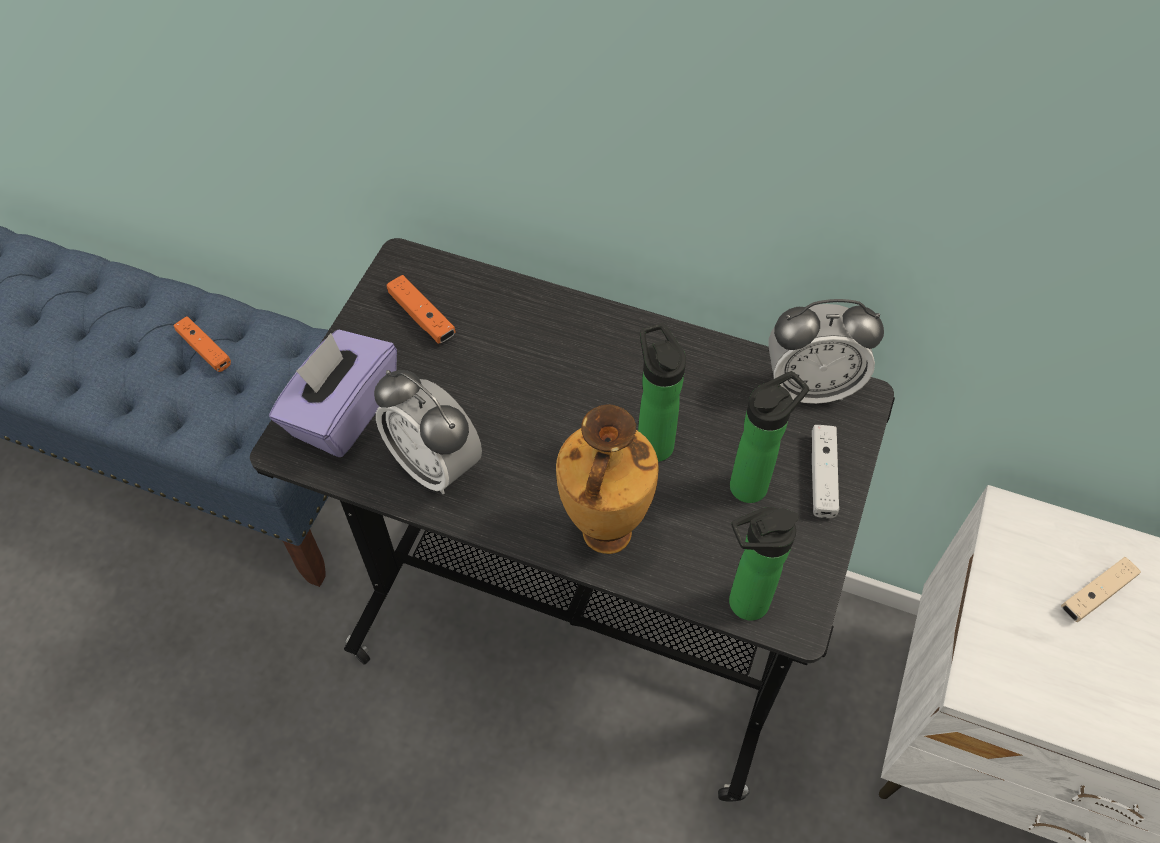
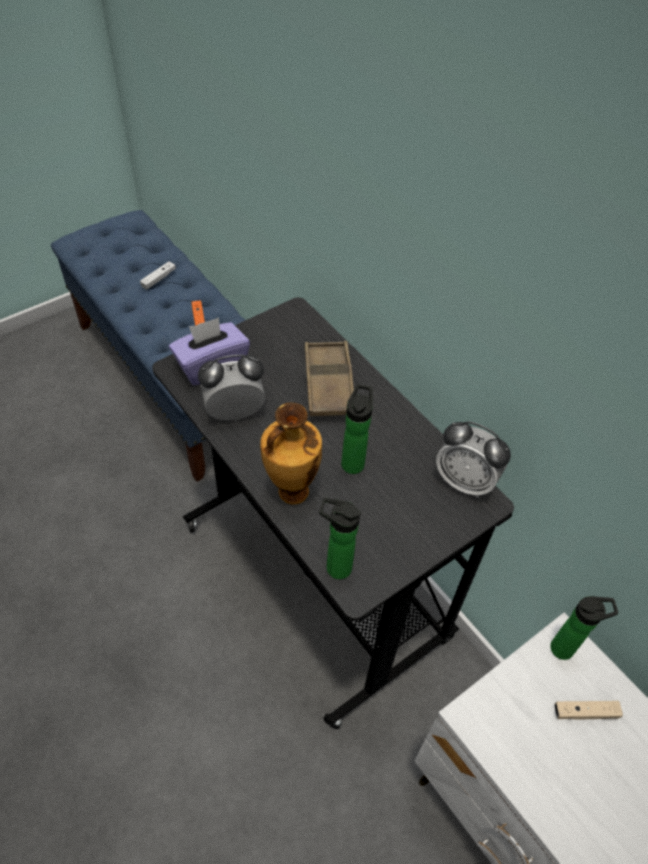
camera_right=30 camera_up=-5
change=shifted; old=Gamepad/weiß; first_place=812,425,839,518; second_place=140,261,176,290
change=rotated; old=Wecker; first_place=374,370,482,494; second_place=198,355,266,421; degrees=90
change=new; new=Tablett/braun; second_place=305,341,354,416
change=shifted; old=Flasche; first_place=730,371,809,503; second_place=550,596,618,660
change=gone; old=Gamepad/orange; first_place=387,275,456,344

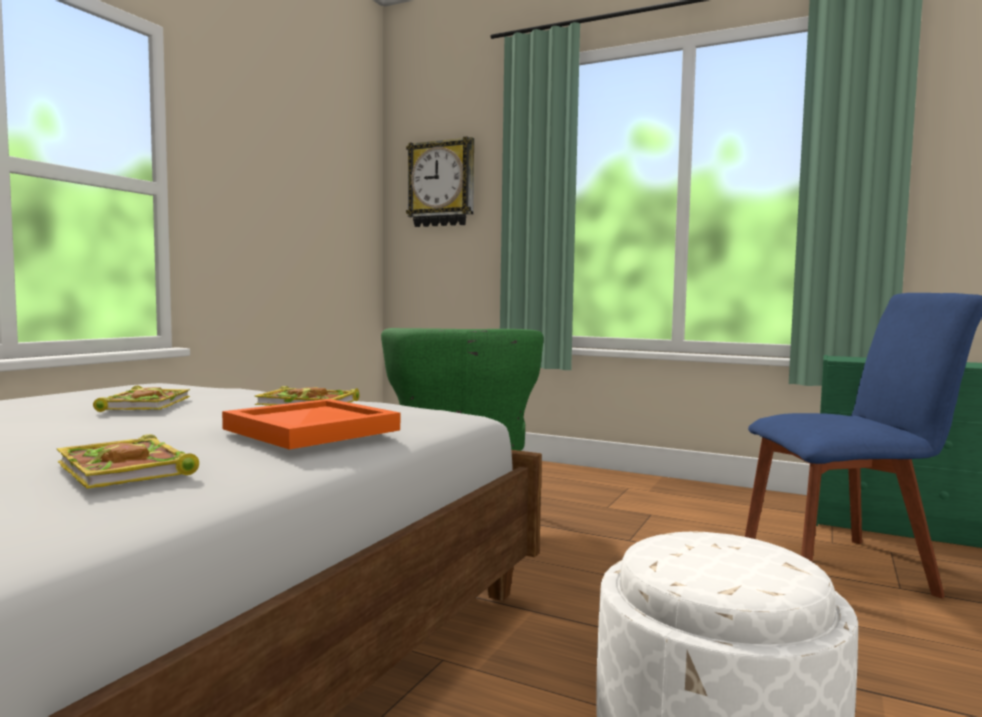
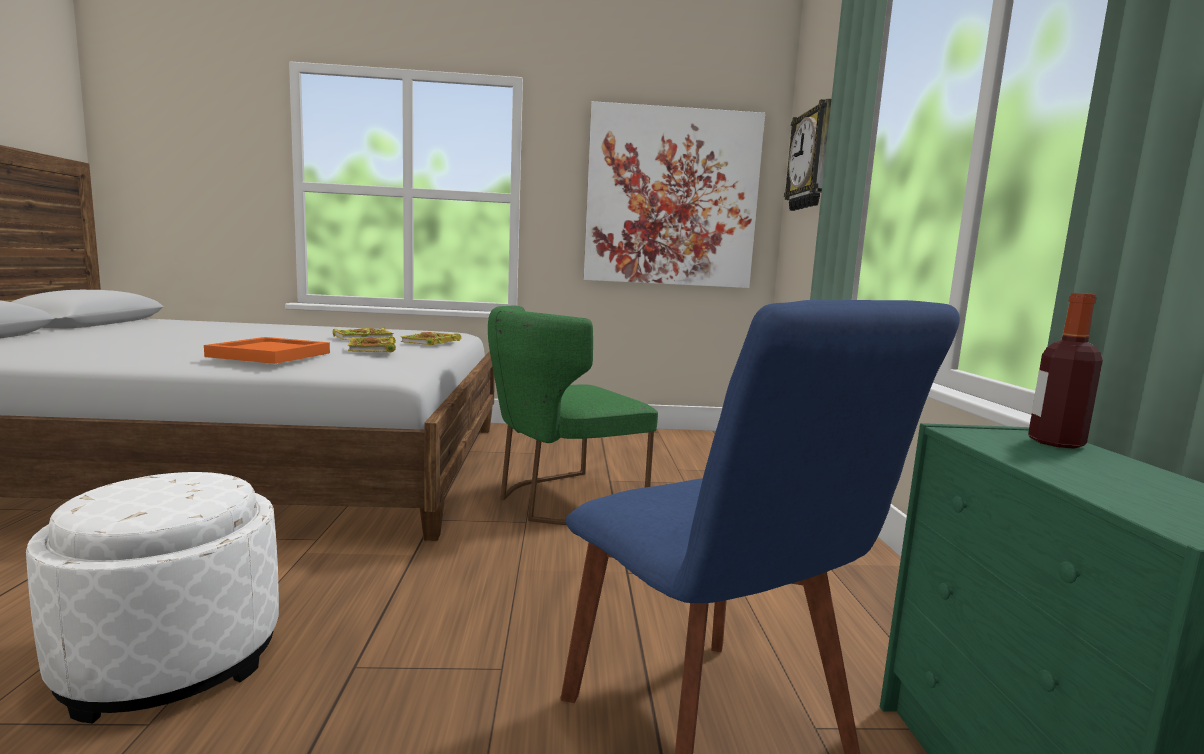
camera_right=60 camera_up=5
change=shifted; old=Buch; first_place=57,434,199,489; second_place=400,332,461,346
change=new; new=Bild; second_place=584,101,765,288
change=new; new=Flasche; second_place=1028,293,1103,449

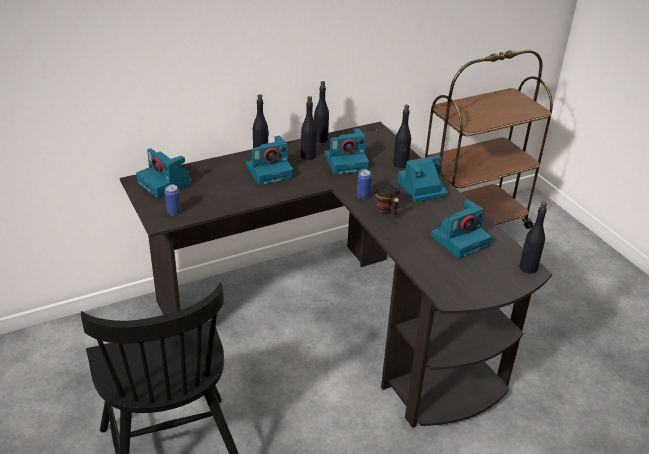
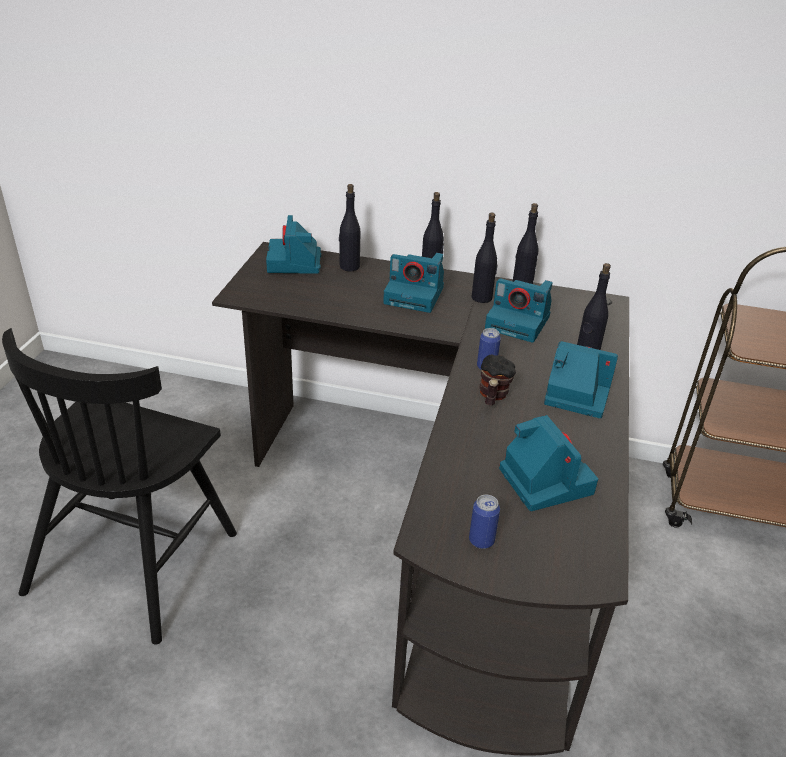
camera_right=40 camera_up=0
change=shifted; old=Flasche/schwarz; first_place=519,202,547,274; second_place=339,184,360,271
change=shifted; old=Dose; first_place=164,185,181,216; second_place=469,495,500,549
change=rotated; old=Kamera; first_place=431,200,491,259; second_place=499,415,598,511; degrees=-120

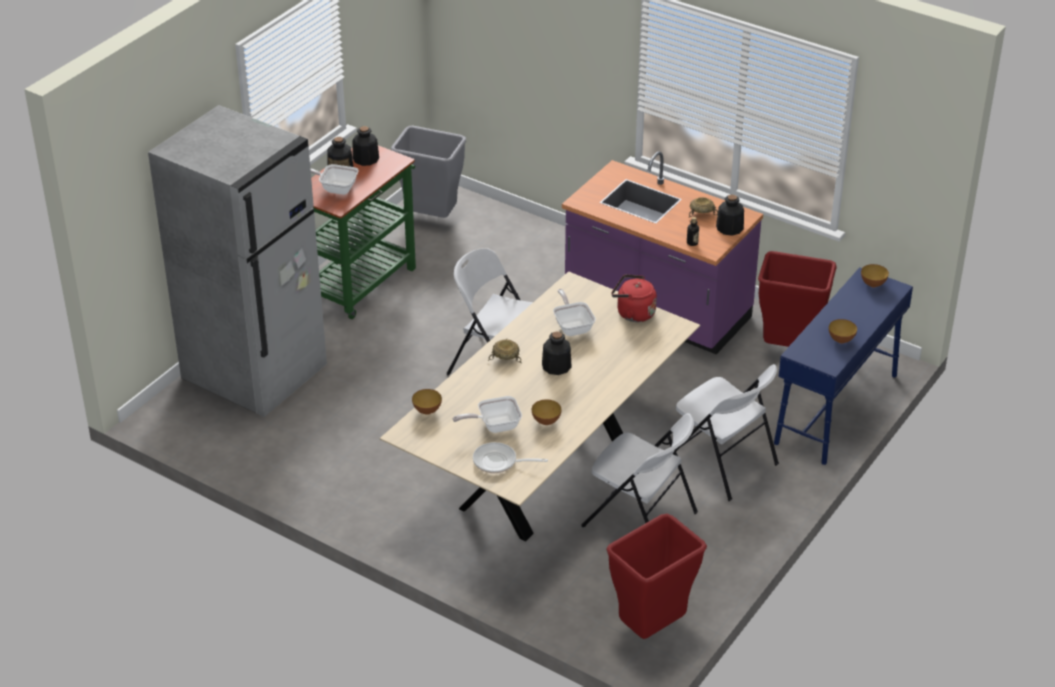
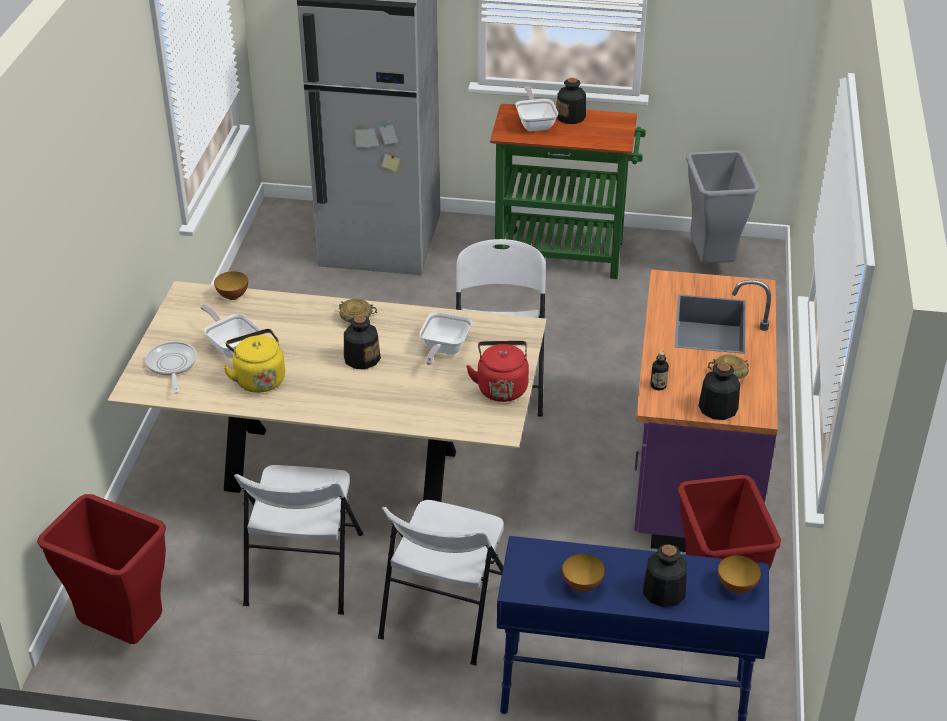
camera_right=65 camera_up=0
change=swapped; old=Schüssel; new=Wasserkessel/gelb; first_place=532,400,561,425; second_place=223,329,285,393
change=rotated; old=Pfanne; first_place=553,289,596,336; second_place=419,312,472,365; degrees=150
change=shifted; old=Flasche; first_place=353,126,379,166; second_place=643,544,687,607

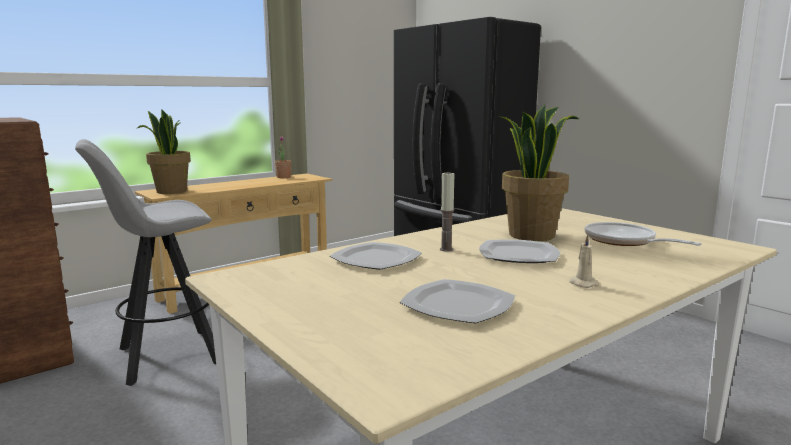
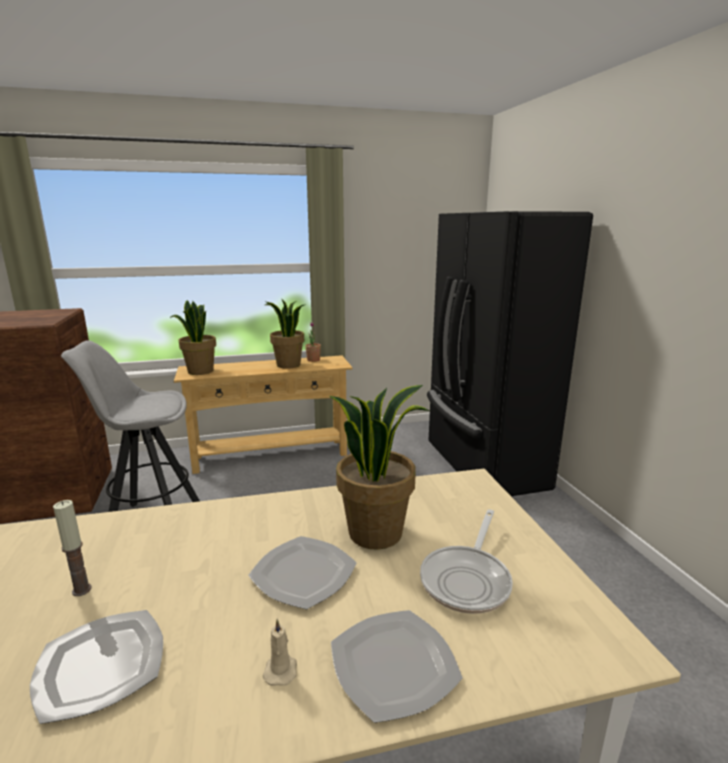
camera_right=25 camera_up=5
change=shifted; old=Kerze; first_place=440,172,454,252; second_place=53,500,92,596
change=new; new=Topfpflanze; second_place=265,298,306,369
change=shifted; old=Teller; first_place=330,242,422,270; second_place=331,610,463,723
change=rotated; old=Pfanne; first_place=585,222,701,246; second_place=420,509,513,614; degrees=-150

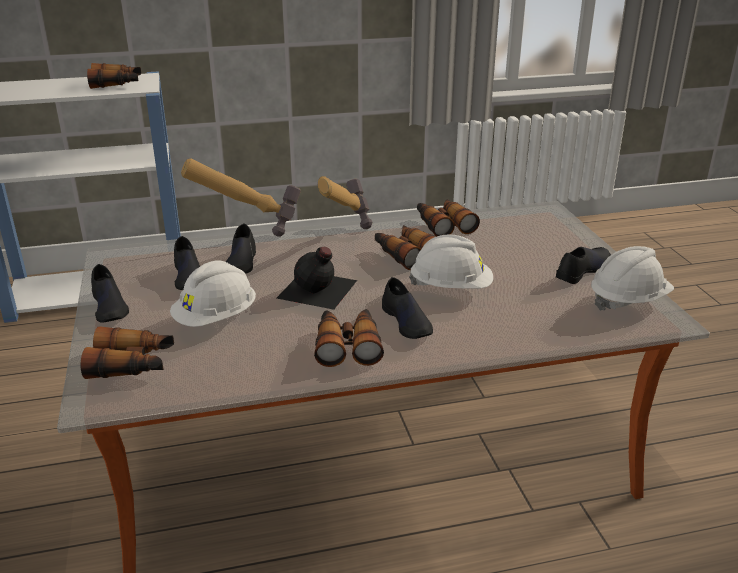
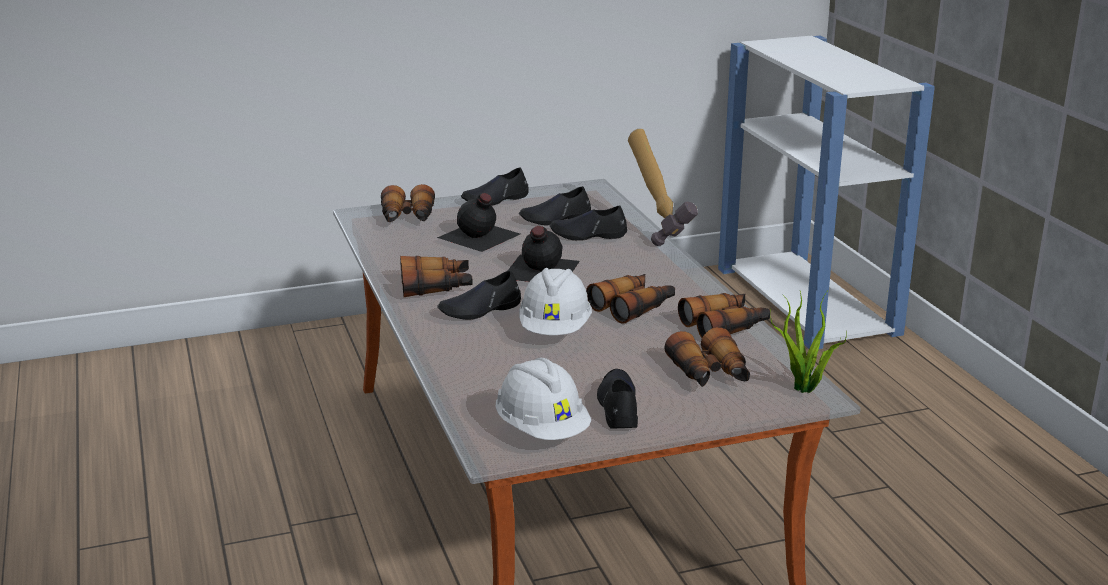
camera_right=85 camera_up=-5
change=swapped; old=Schutzhelm/weiß; new=Flasche/schwarz; first_place=170,261,256,327; second_place=437,193,520,252
change=rotated; old=Schuh/schwarz; first_place=556,247,611,284; second_place=597,369,638,429; degrees=-135
change=shifted; old=Fernglas; first_place=87,63,141,89; second_place=664,327,750,387
change=new; new=Topfpflanze; second_place=770,291,847,393
change=gone; old=Hammer; first_place=318,176,373,229

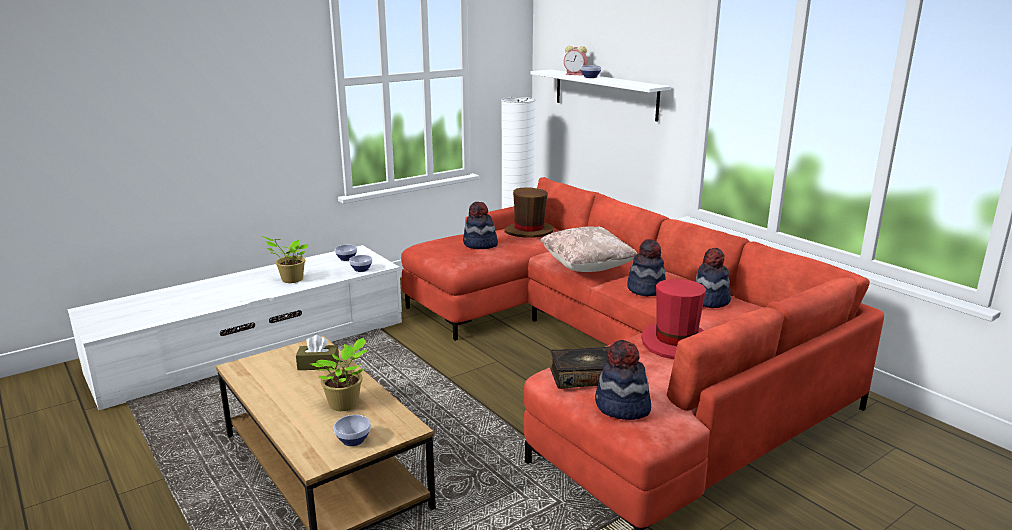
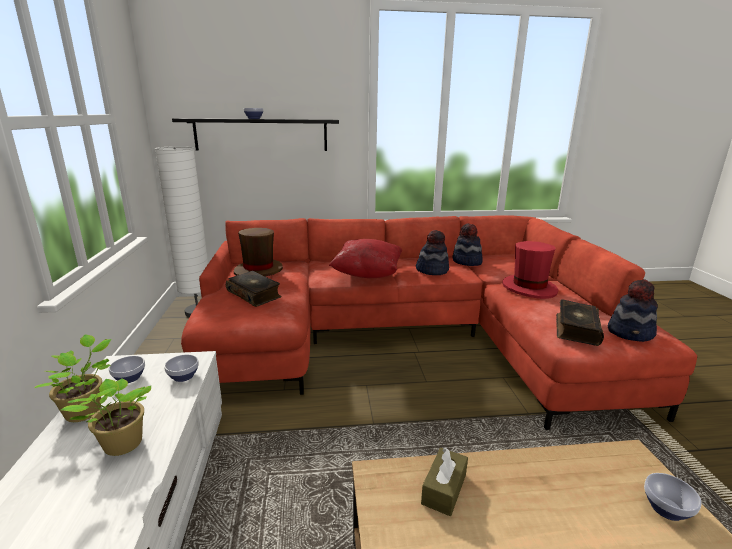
camera_right=-60 camera_up=0
change=shifted; old=Topfpflanze; first_place=311,338,367,411; second_place=34,334,112,422
change=repainted; old=Wandregal/weiß; new=Wandregal/schwarz; first_place=531,69,671,122; second_place=172,118,339,151
change=swapped; old=Hut; new=Buch; first_place=463,202,498,249; second_place=226,271,282,307
change=repainted; old=Kissen/beige; new=Kissen/rot; first_place=540,226,637,272; second_place=329,239,402,278
change=gone; old=Wecker; first_place=564,46,588,76

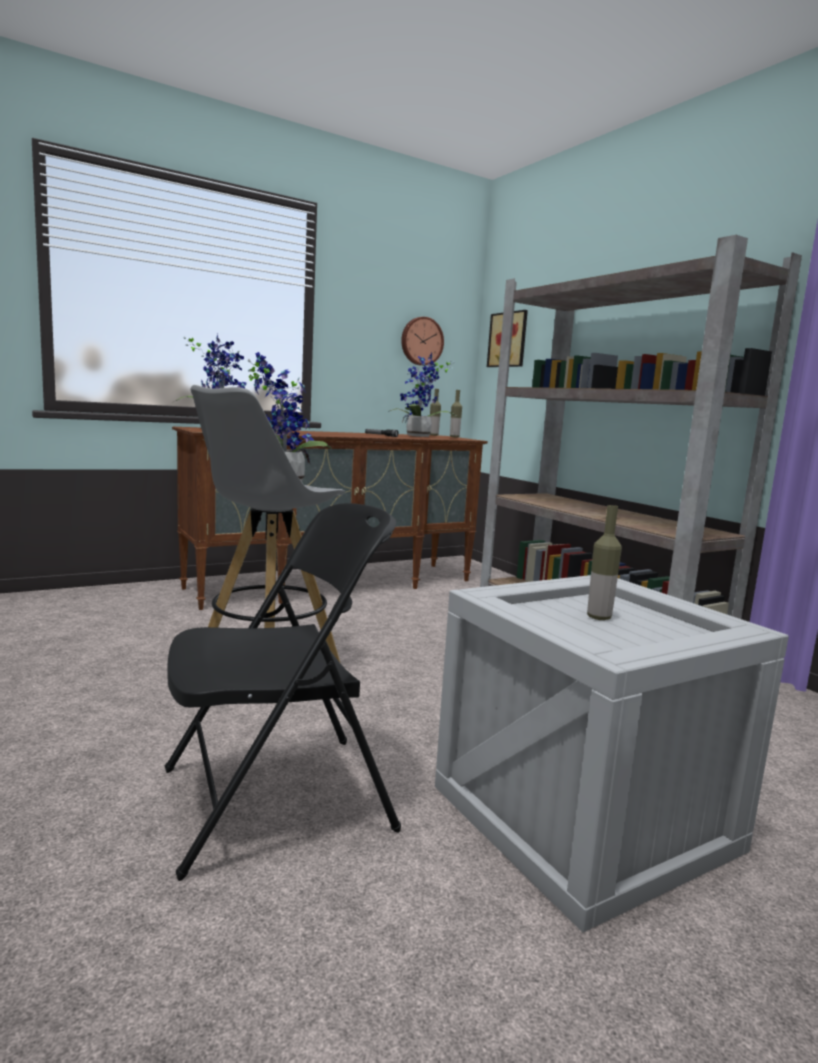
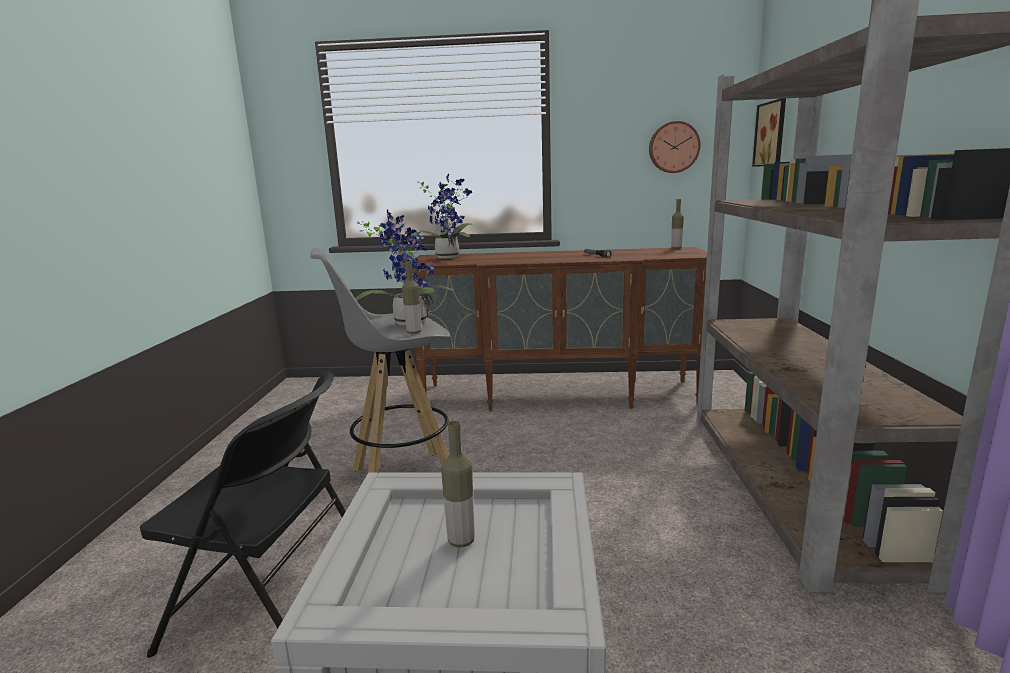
camera_right=35 camera_up=5
change=shifted; old=Flasche; first_place=450,390,462,438; second_place=402,261,421,334
change=gone; old=Topfpflanze; first_place=388,352,459,437

